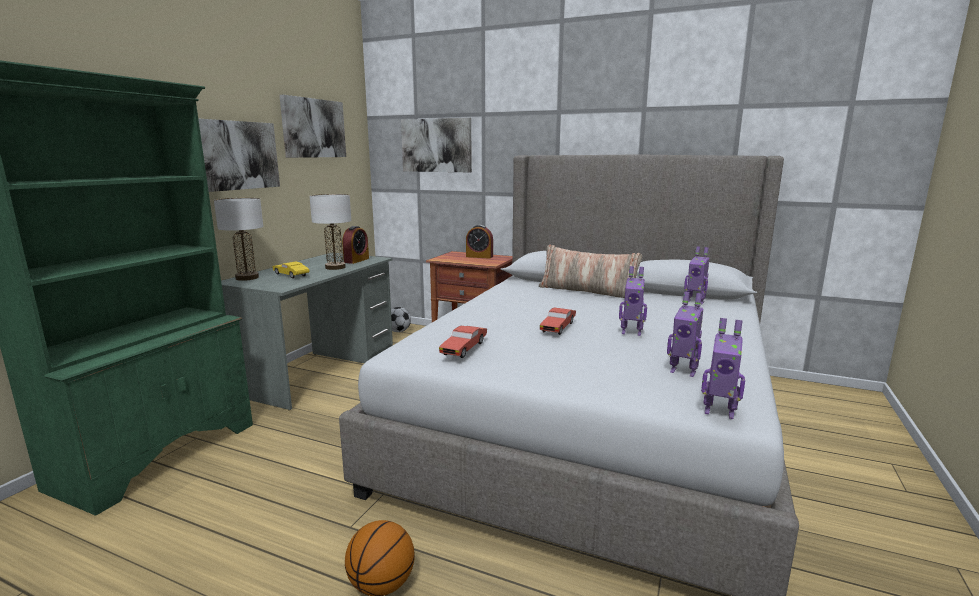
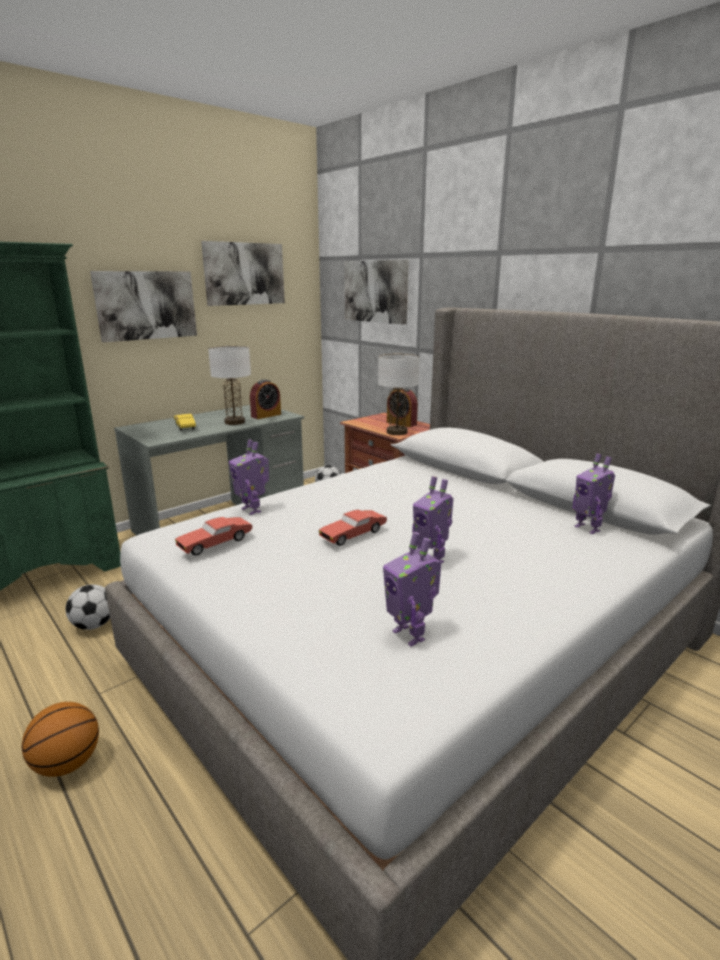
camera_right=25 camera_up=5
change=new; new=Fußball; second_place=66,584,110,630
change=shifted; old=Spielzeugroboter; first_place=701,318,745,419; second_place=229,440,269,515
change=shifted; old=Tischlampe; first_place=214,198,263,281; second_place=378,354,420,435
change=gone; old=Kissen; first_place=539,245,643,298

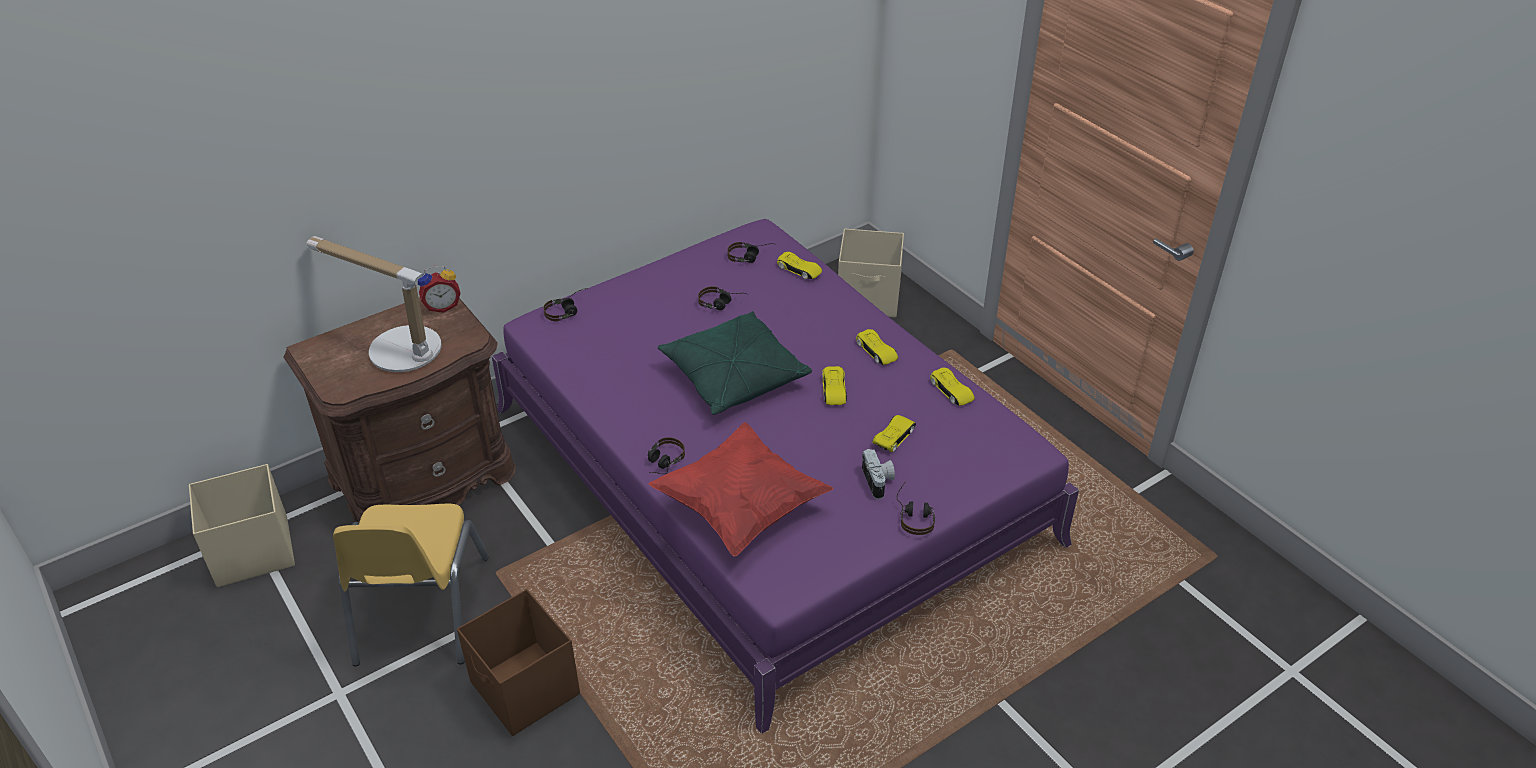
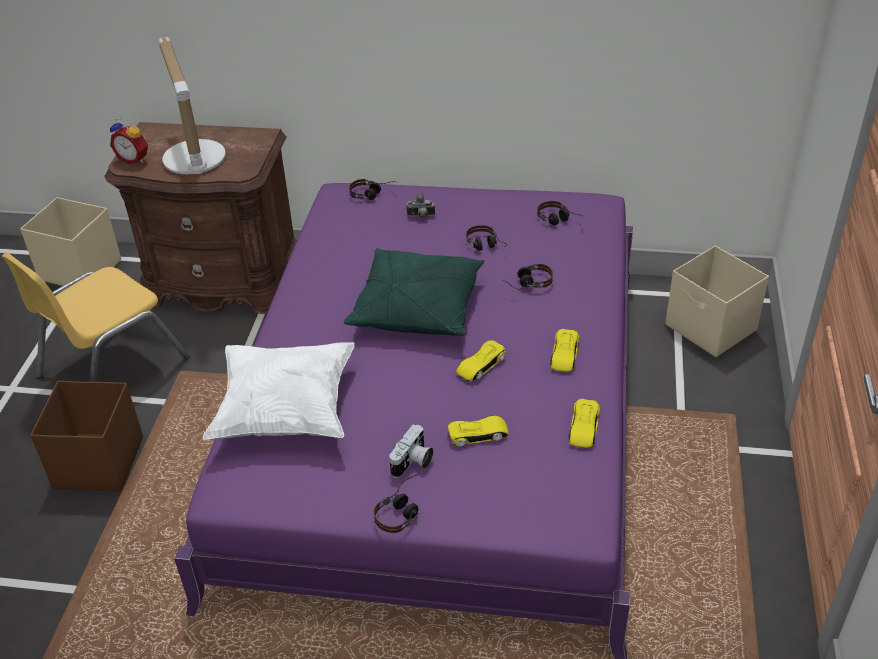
camera_right=45 camera_up=0
change=shifted; old=Wecker; first_place=418,266,461,313; second_place=110,118,148,164
change=repainted; old=Kissen/rot; new=Kissen/weiß; first_place=649,422,833,556; second_place=202,342,355,440
change=new; new=Kamera; second_place=406,193,435,218
change=shifted; old=Kopfhörer; first_place=648,437,685,474; second_place=503,264,553,290
change=gone; old=Spielzeugauto/gelb; first_place=777,252,822,279

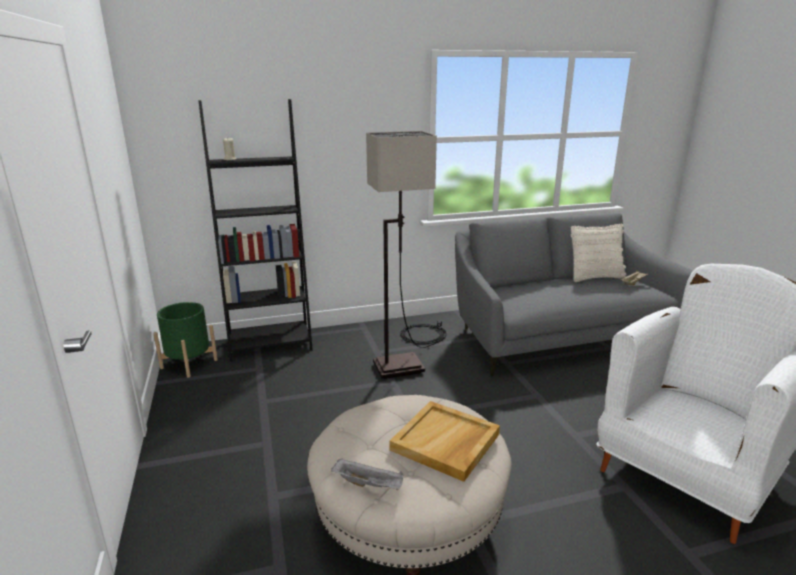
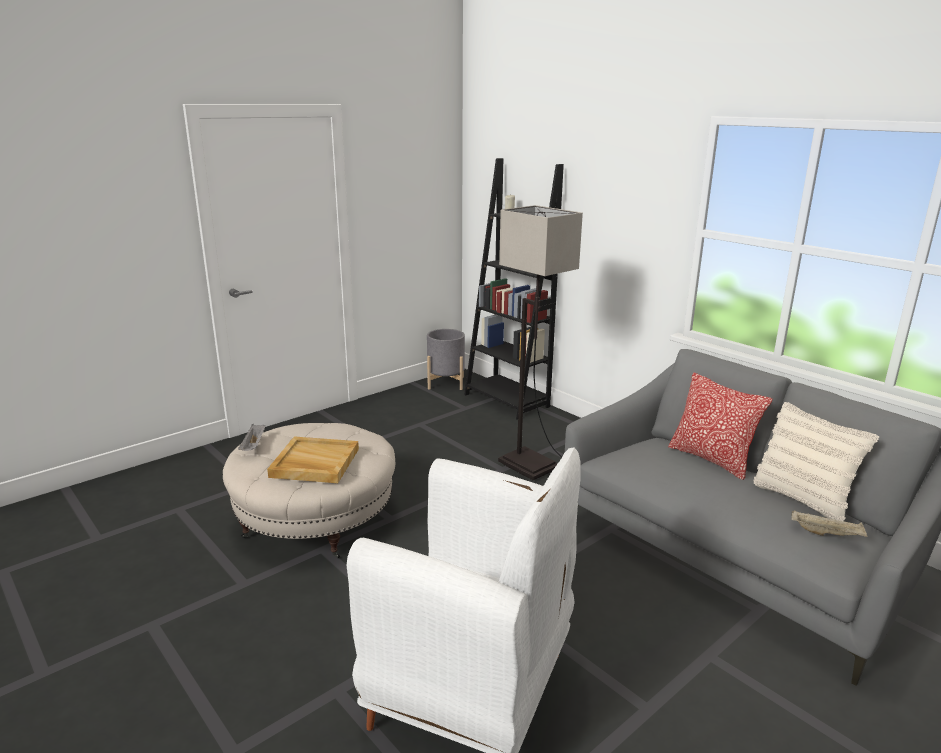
camera_right=65 camera_up=0
change=repainted; old=Pflanzkübel/grün; new=Pflanzkübel/grau; first_place=153,302,218,378; second_place=427,329,465,390
change=new; new=Kissen; second_place=668,372,773,480

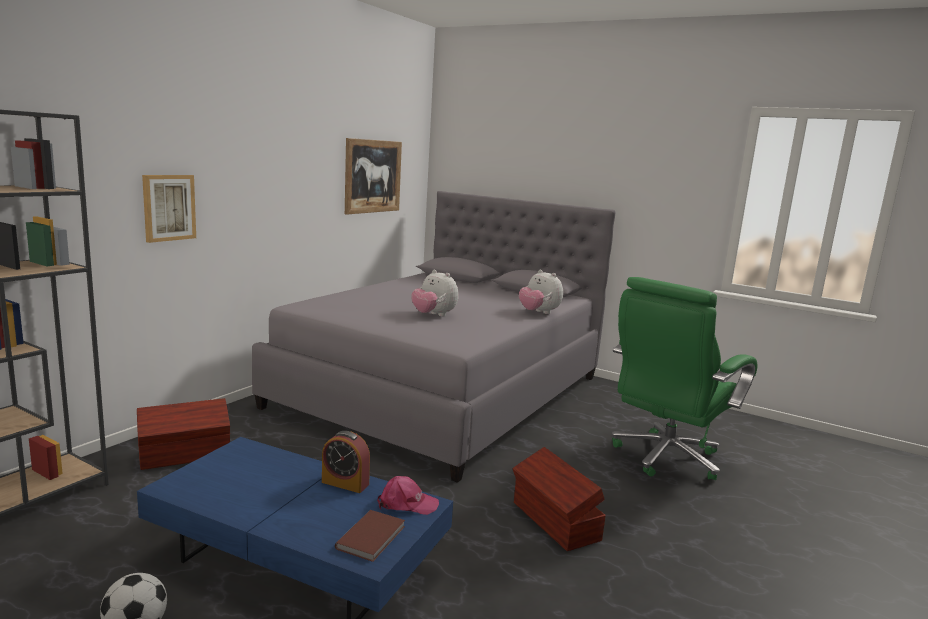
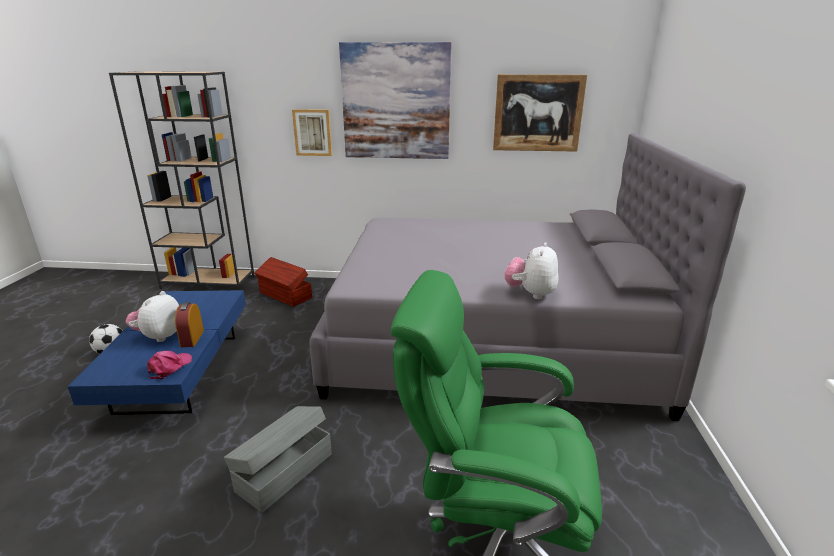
camera_right=65 camera_up=10
change=shifted; old=Plüschtier; first_place=411,270,458,317; second_place=126,291,179,342
change=rotated; old=Kappe/rosa; first_place=377,476,439,515; second_place=147,351,192,379; degrees=-135
change=repainted; old=Aufbewahrungsbox/braun; new=Aufbewahrungsbox/grau; first_place=512,447,606,551; second_place=224,406,332,513
change=new; new=Bild; second_place=339,42,452,159
change=gone; old=Buch/braun; first_place=335,510,405,562

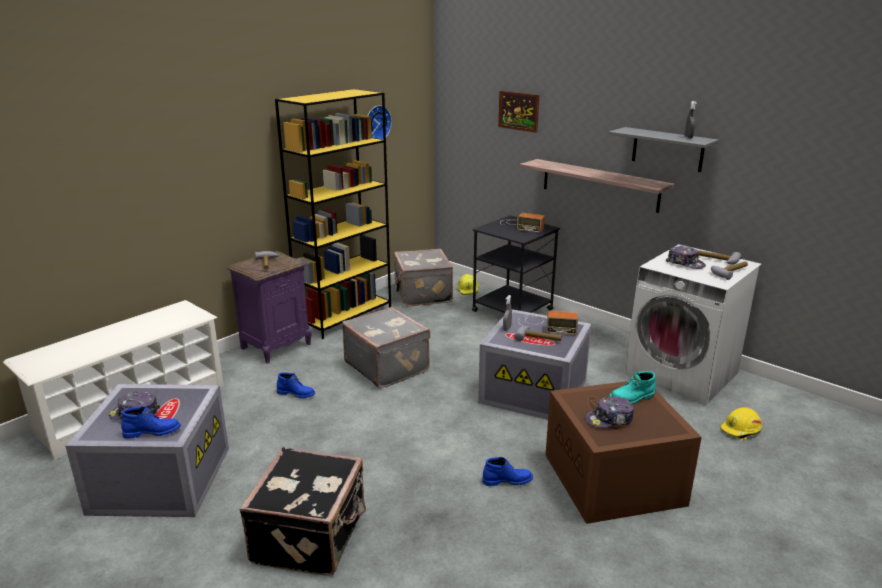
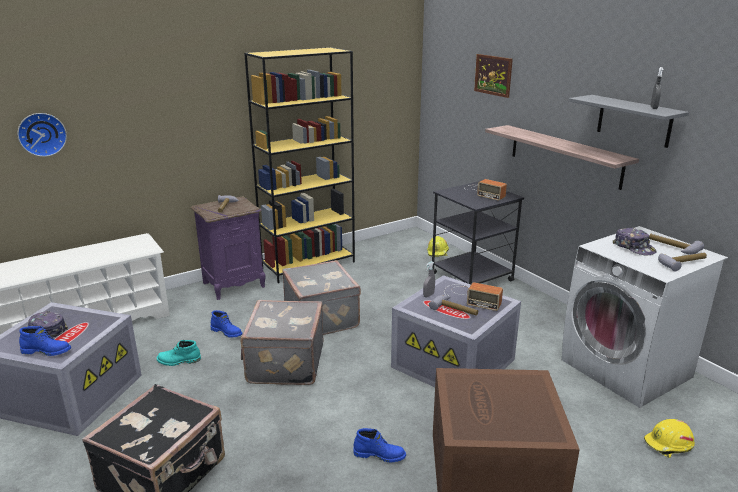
camera_right=15 camera_up=0
change=shifted; old=Wanduhr; first_place=368,105,392,139; second_place=17,113,67,157
change=shifted; old=Stiefel/türkis; first_place=609,371,656,404; second_place=157,340,201,366
change=shifted; old=Koffer/grau; first_place=393,249,453,306; second_place=241,300,324,385
change=gone; old=Kappe; first_place=585,396,634,428

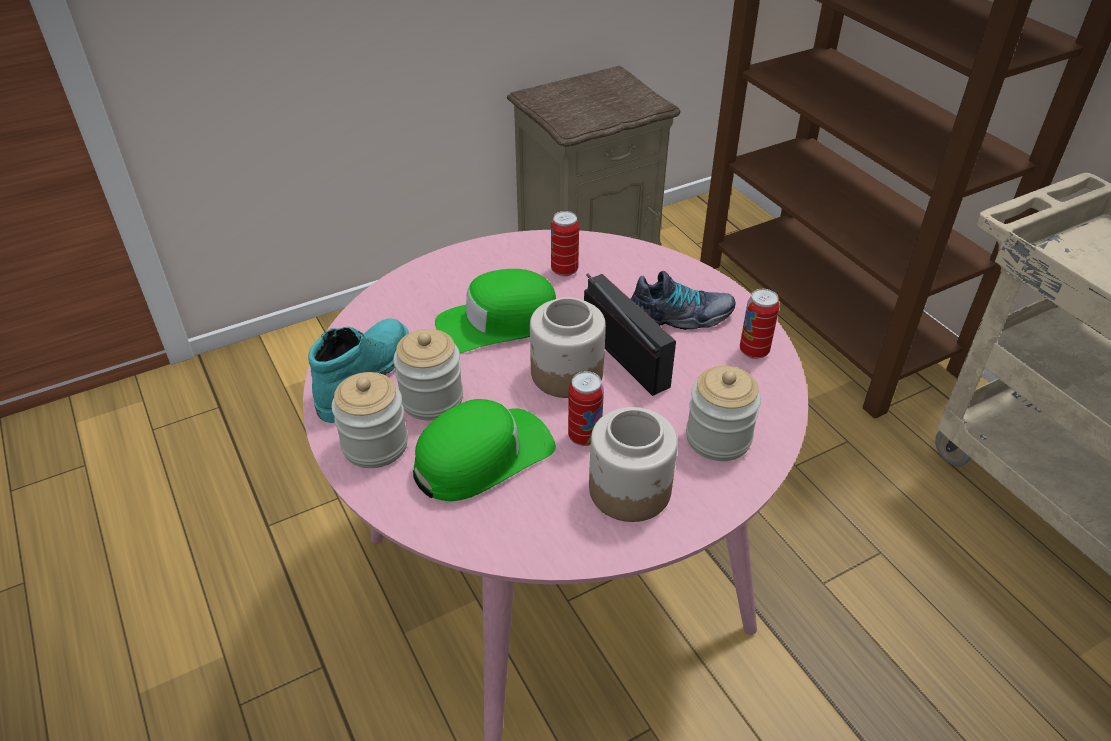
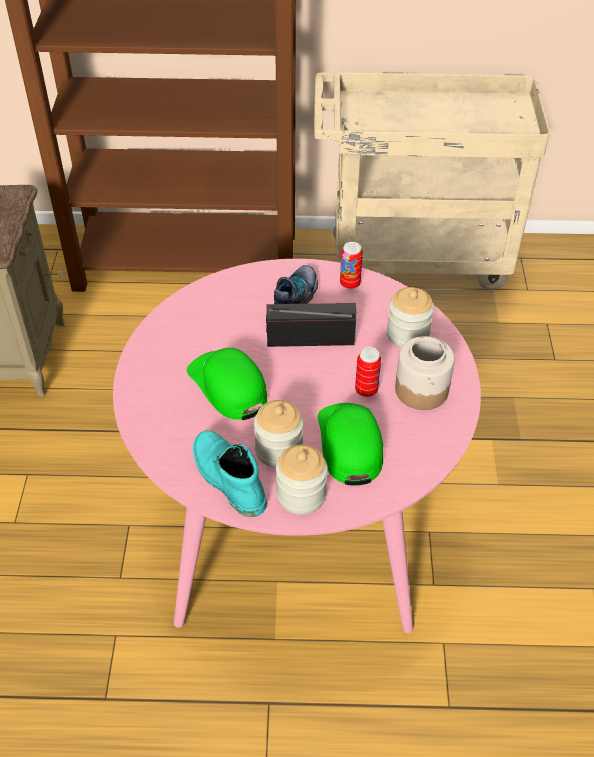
camera_right=-60 camera_up=5
change=rotated; old=Kappe/grün; first_place=435,269,556,353; second_place=187,348,267,420; degrees=135
change=gone; old=Vorratsglas; first_place=530,297,606,398
change=gone; old=Dose; first_place=551,211,579,276

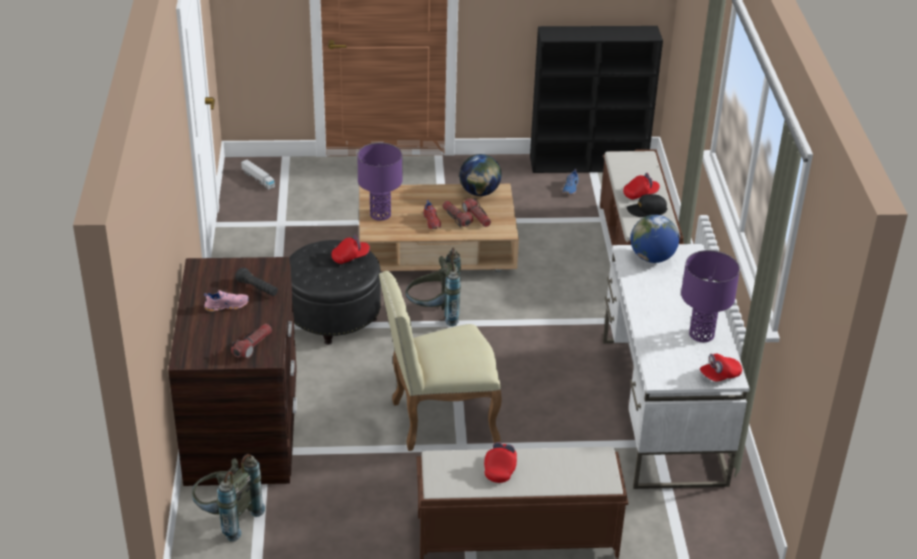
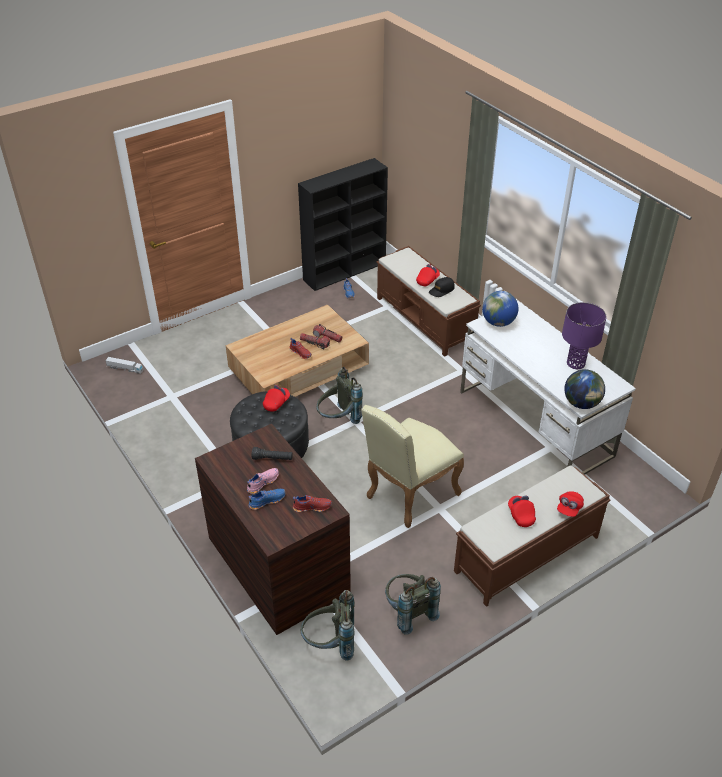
camera_right=-30 camera_up=5
change=new; new=Schuh/blau; second_place=249,489,285,510
change=swapped; old=Taschenlampe; new=Schuh/rot; first_place=231,324,272,359; second_place=293,495,332,512
change=new; new=Rucksack/grau; second_place=385,574,441,635
change=shifted; old=Kappe/rot; first_place=700,354,742,382; second_place=557,491,584,517
change=shifted; old=Globus; first_place=459,154,501,196; second_place=564,369,605,409
change=gone; old=Tischlampe/lila; first_place=358,143,402,221

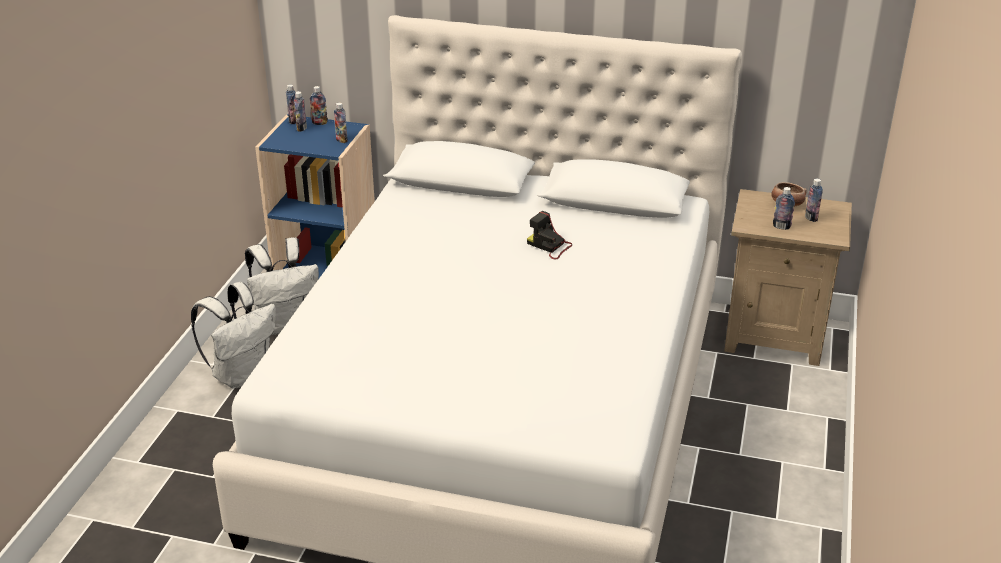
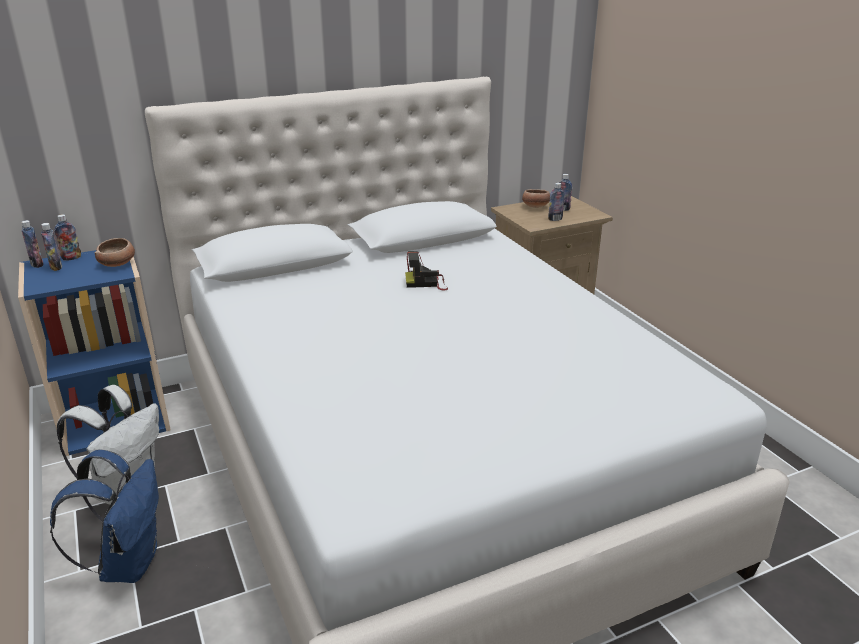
camera_right=-40 camera_up=-5
change=repainted; old=Rucksack/weiß; new=Rucksack/blau; first_place=191,282,276,388; second_place=50,450,159,583
change=swapped; old=Flasche; new=Schüssel; first_place=334,103,348,143; second_place=95,238,135,267

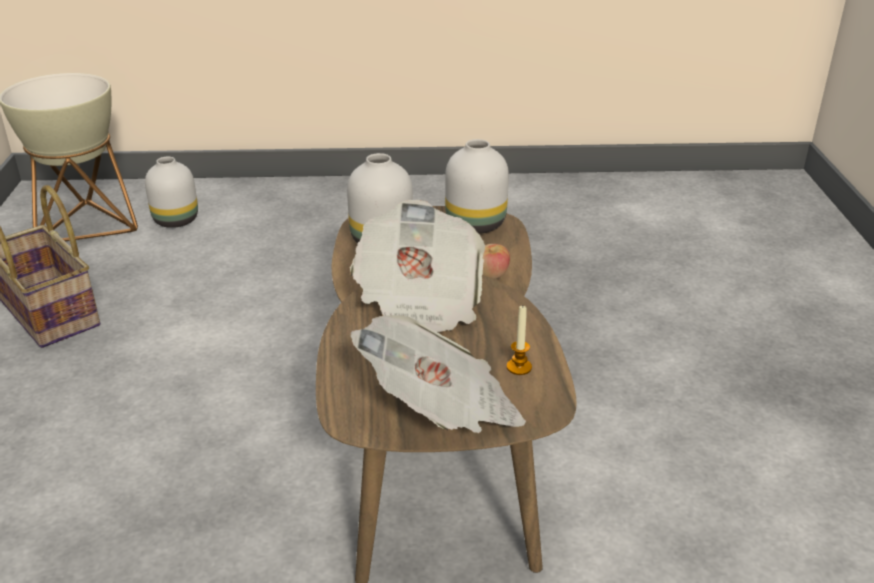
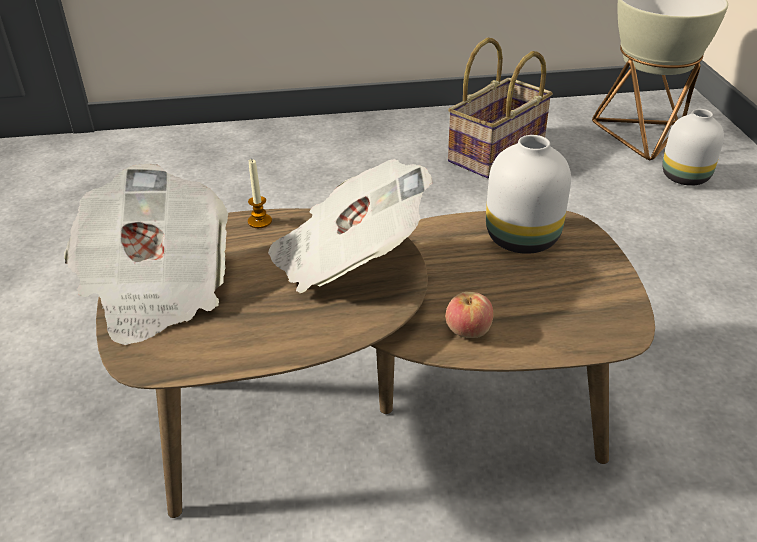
camera_right=85 camera_up=5
change=shifted; old=Kerze; first_place=507,306,532,375; second_place=248,159,272,228
change=gone; old=Vase/weiß; first_place=445,139,509,234

